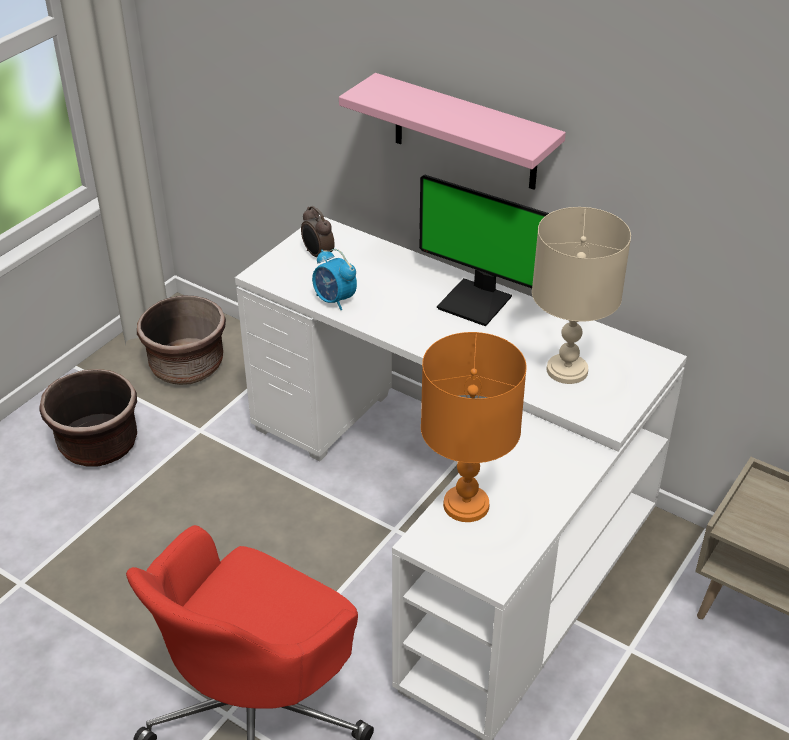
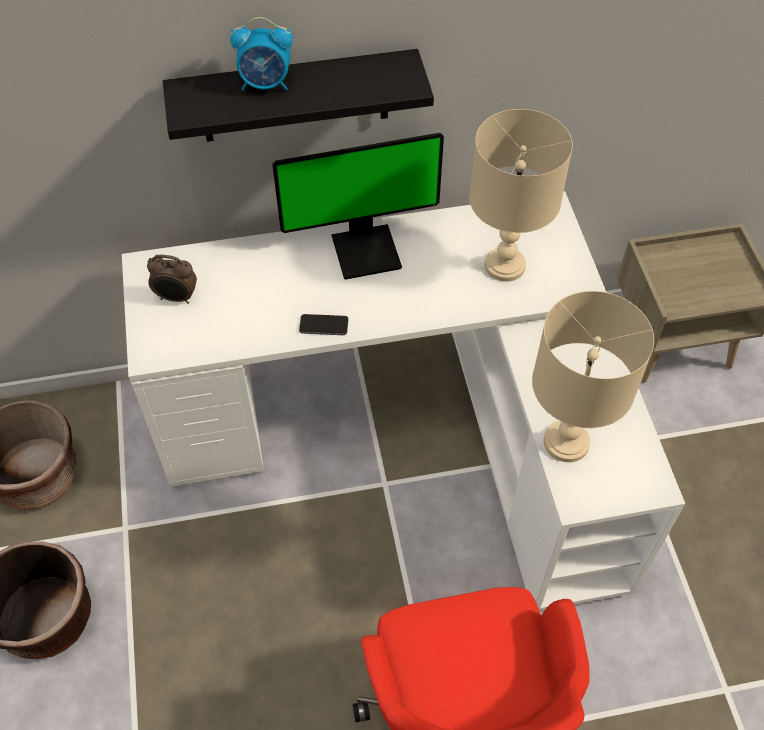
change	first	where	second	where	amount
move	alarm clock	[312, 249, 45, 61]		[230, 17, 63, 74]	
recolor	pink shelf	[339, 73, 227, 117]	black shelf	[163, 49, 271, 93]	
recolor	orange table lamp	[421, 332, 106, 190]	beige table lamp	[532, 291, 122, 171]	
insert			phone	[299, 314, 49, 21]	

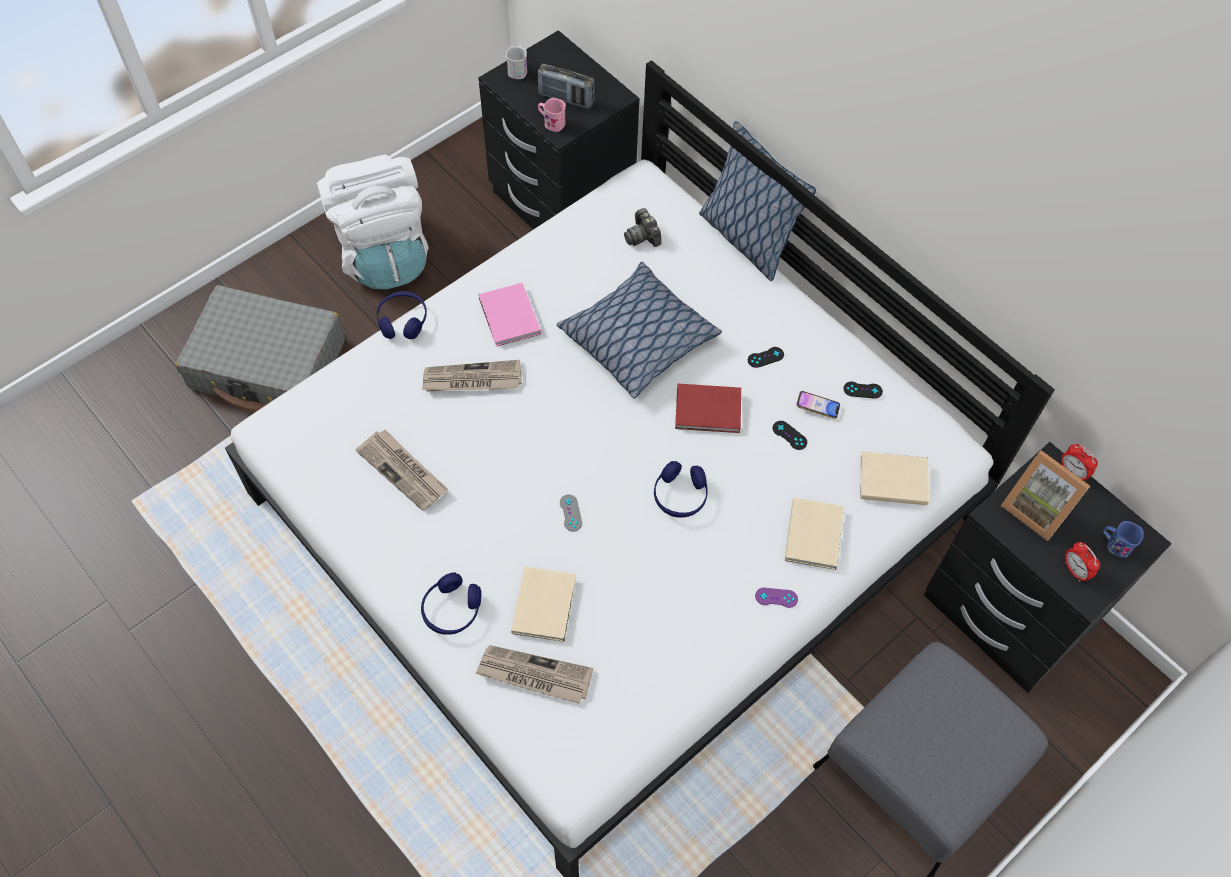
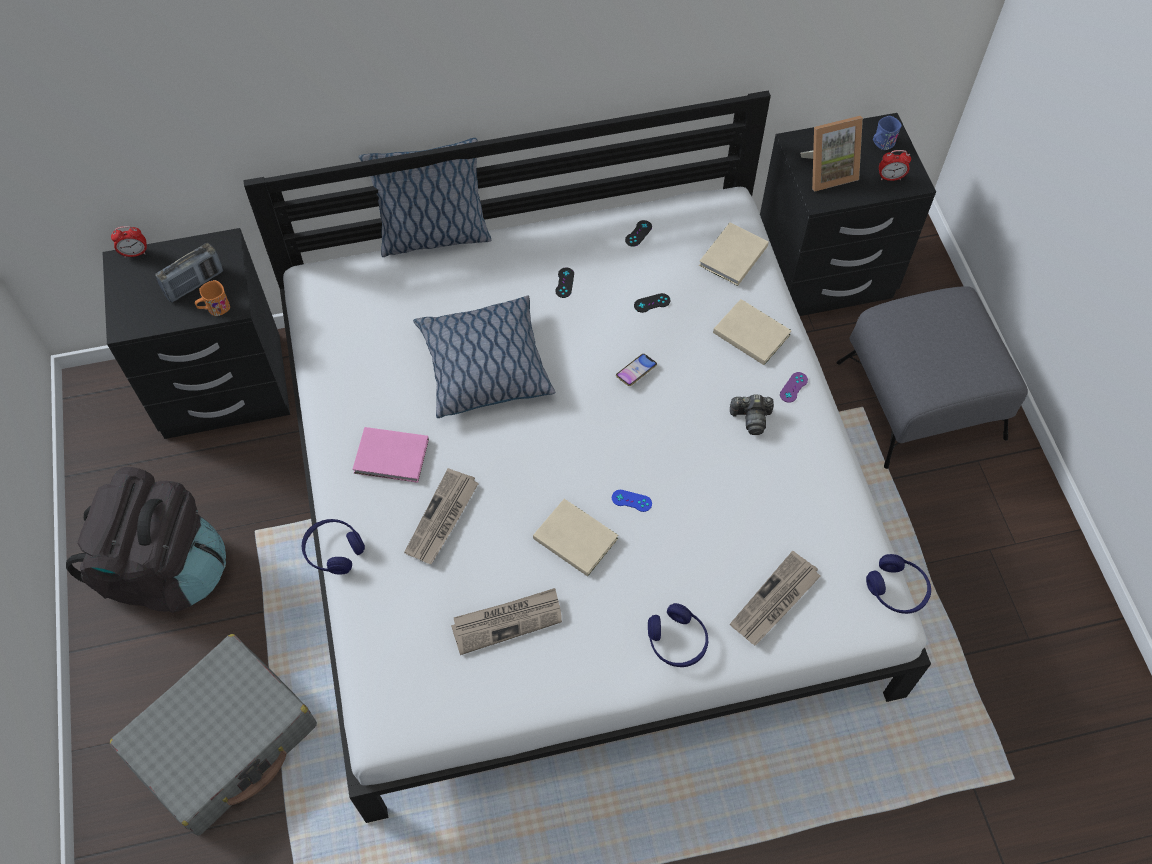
change	first	where	second	where	amount
recolor	white backpack	[317, 154, 112, 135]	black backpack	[66, 467, 160, 146]	
delete	white mug	[506, 46, 21, 33]			
move	beige book	[511, 567, 65, 75]		[533, 499, 85, 77]	
recolor	pink mug	[538, 98, 28, 34]	orange mug	[195, 280, 35, 36]	
recolor	grey game controller	[560, 494, 22, 38]	blue game controller	[612, 490, 40, 22]	
move	photo camera	[624, 208, 37, 39]		[730, 395, 44, 40]	
move	blue headphones	[654, 461, 54, 57]		[866, 554, 65, 60]	
delete	red book	[675, 384, 66, 49]			
move	phone	[796, 391, 44, 28]		[616, 354, 41, 32]	
move	alarm clock	[1061, 444, 37, 37]		[111, 226, 36, 31]	

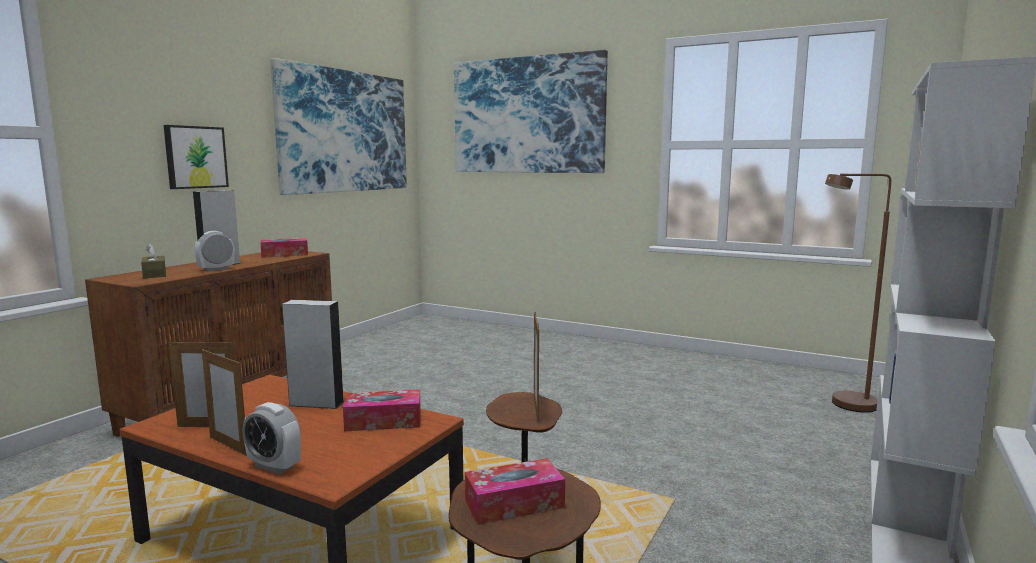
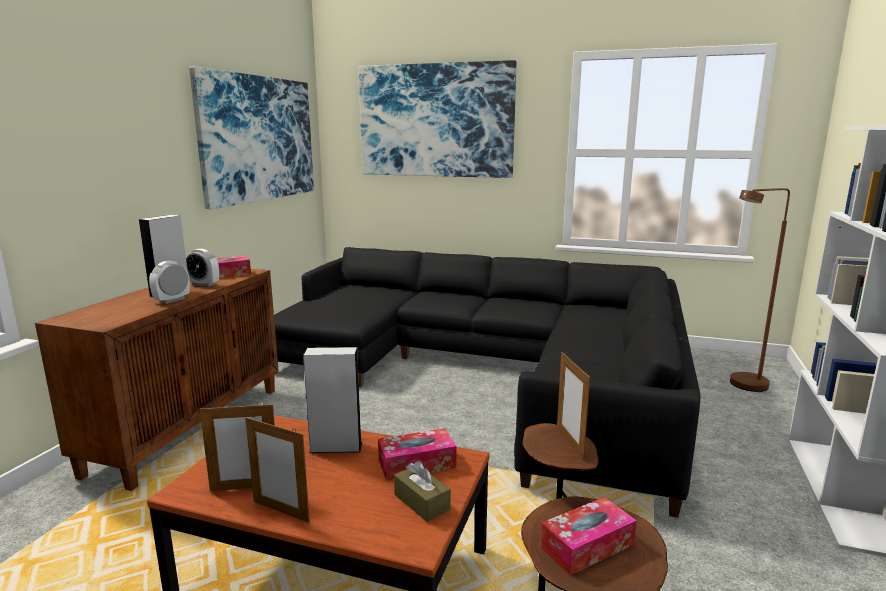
change	first	where	second	where	amount
move	brown tissue box	[141, 243, 25, 35]		[394, 461, 57, 61]	
delete	picture	[164, 125, 65, 64]			
move	alarm clock	[243, 402, 58, 72]		[186, 249, 33, 38]	
insert			black sofa	[274, 247, 426, 271]	

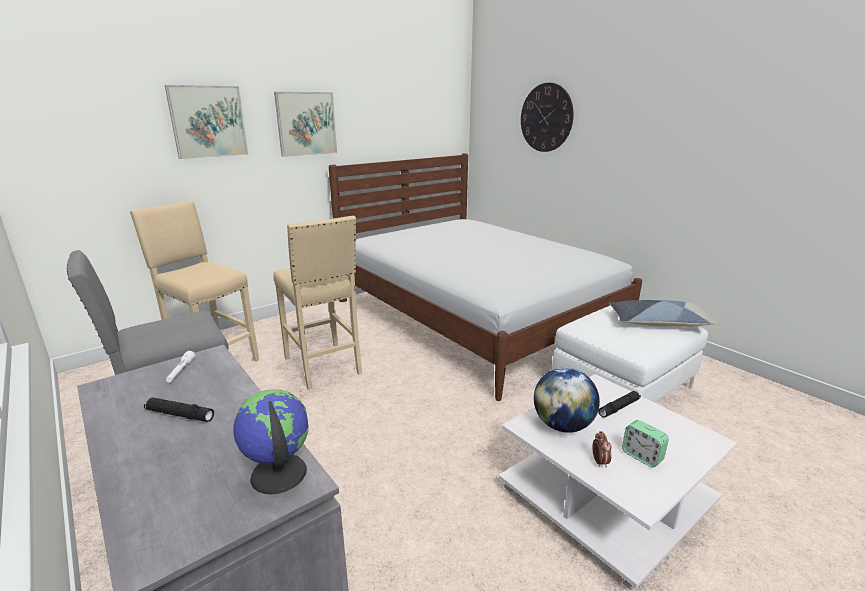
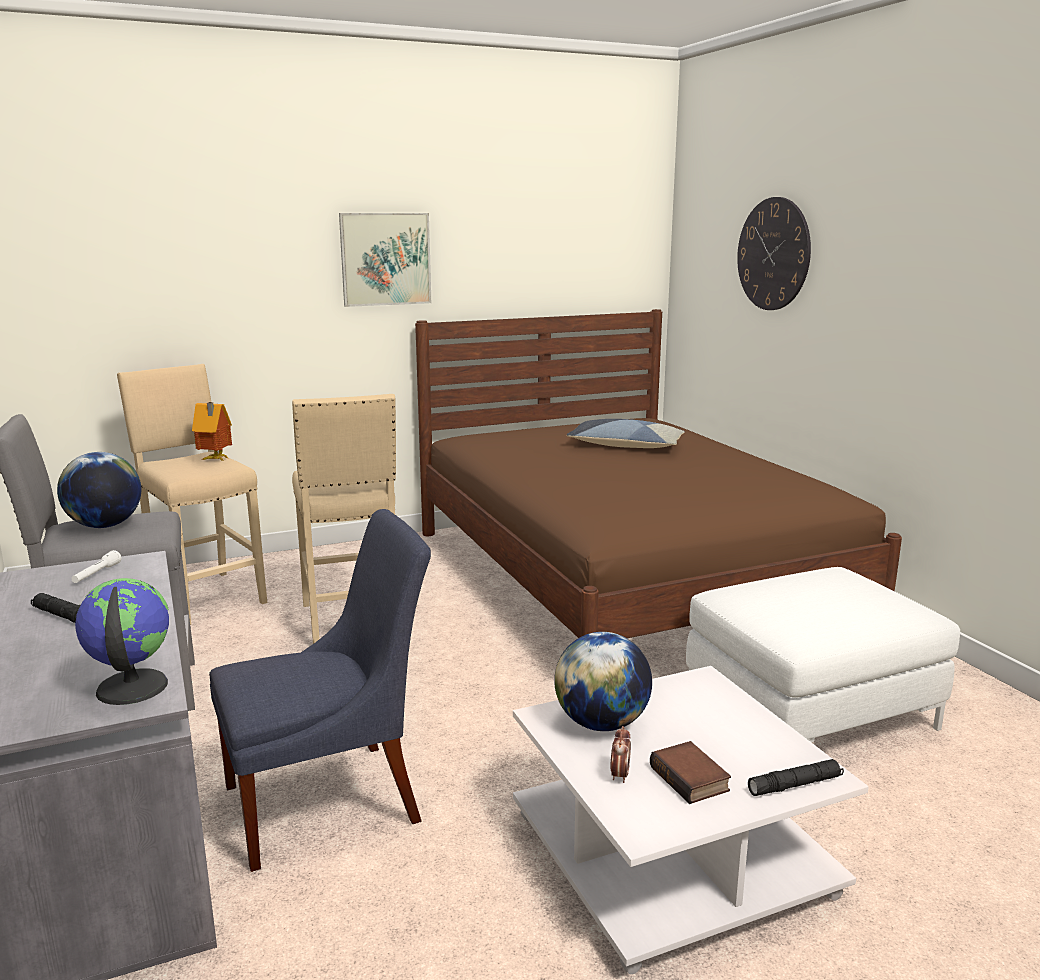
change	first	where	second	where	amount
delete	picture	[165, 85, 83, 74]			
recolor	white bed	[329, 153, 313, 248]	brown bed	[415, 309, 487, 329]	
move	black flashlight	[598, 391, 43, 27]		[748, 759, 96, 37]	
move	pillow	[609, 300, 110, 27]		[567, 419, 118, 29]	
replace	alarm clock	[622, 420, 47, 48]	book	[650, 741, 81, 63]	
insert			globe	[57, 452, 84, 76]	
insert			toy house	[192, 402, 40, 59]	
insert			blue chair	[209, 509, 222, 363]	

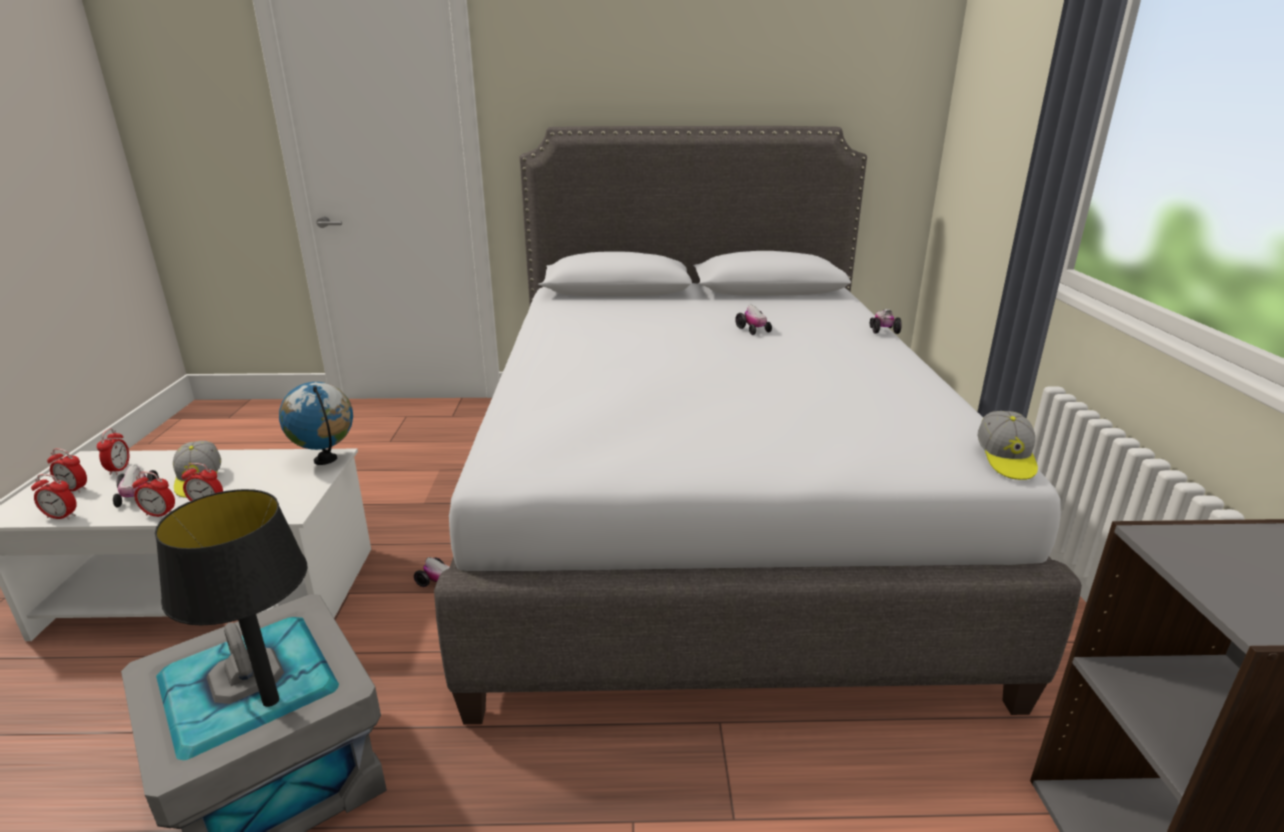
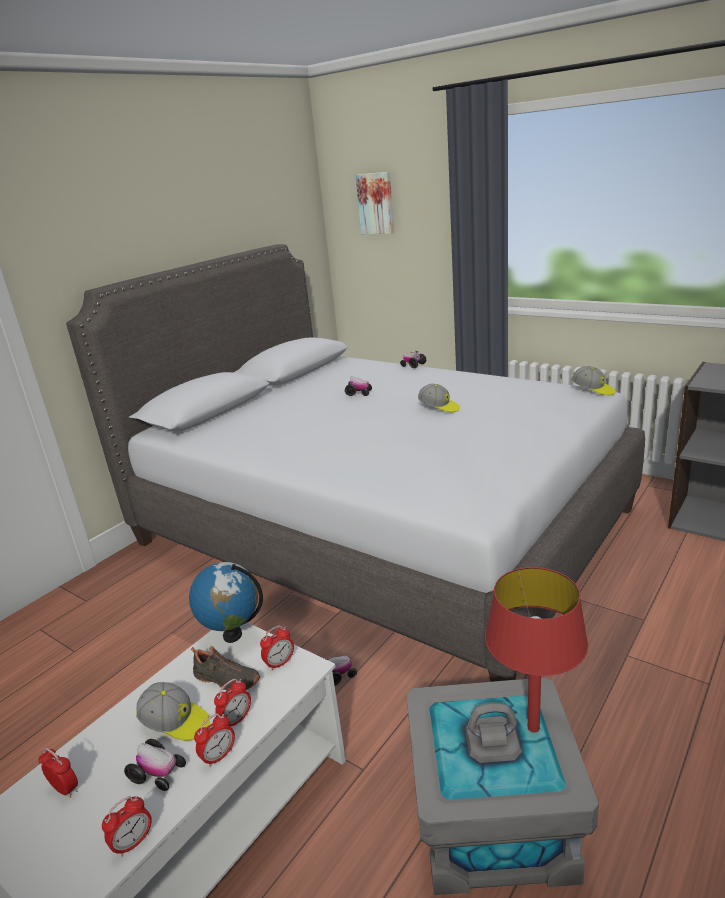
change	first	where	second	where	amount
move	alarm clock	[47, 448, 40, 45]		[260, 625, 34, 46]	
recolor	black table lamp	[155, 489, 153, 218]	red table lamp	[485, 567, 103, 166]	
insert			black shoe	[191, 645, 69, 46]	
insert			picture	[356, 172, 38, 62]	
insert			cap	[418, 384, 42, 28]	

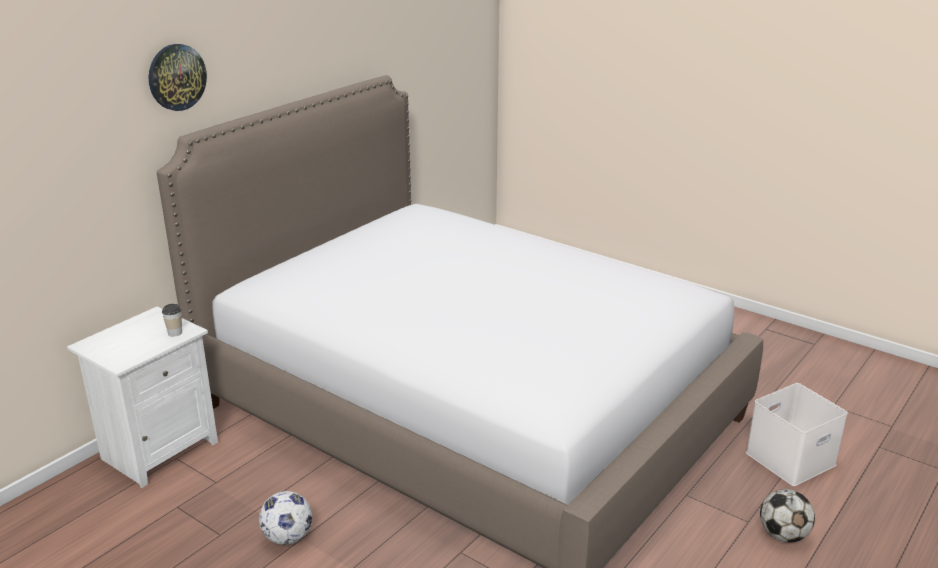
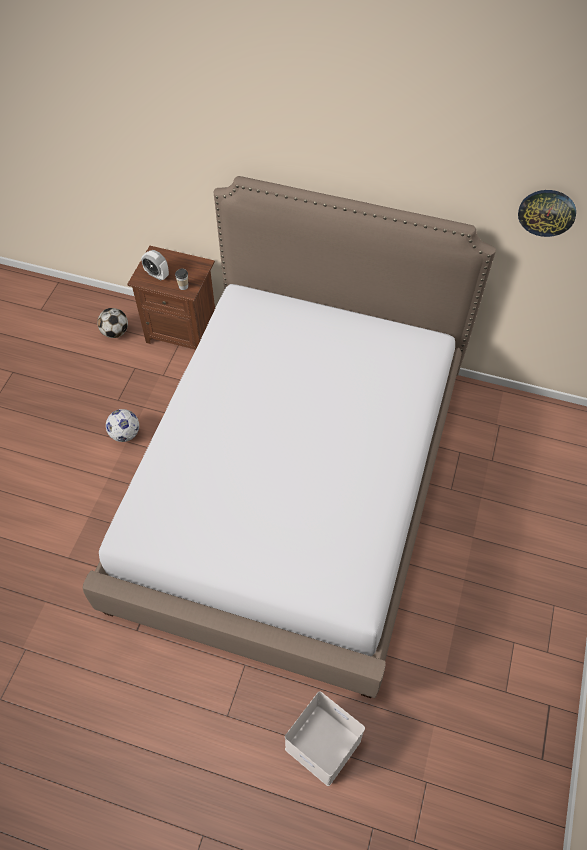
change	first	where	second	where	amount
recolor	white nightstand	[67, 307, 151, 181]	brown nightstand	[127, 246, 88, 104]	
move	wall clock	[149, 44, 58, 67]		[518, 190, 58, 47]	
move	football	[760, 489, 55, 54]		[97, 308, 31, 30]	
insert			alarm clock	[141, 250, 28, 31]	

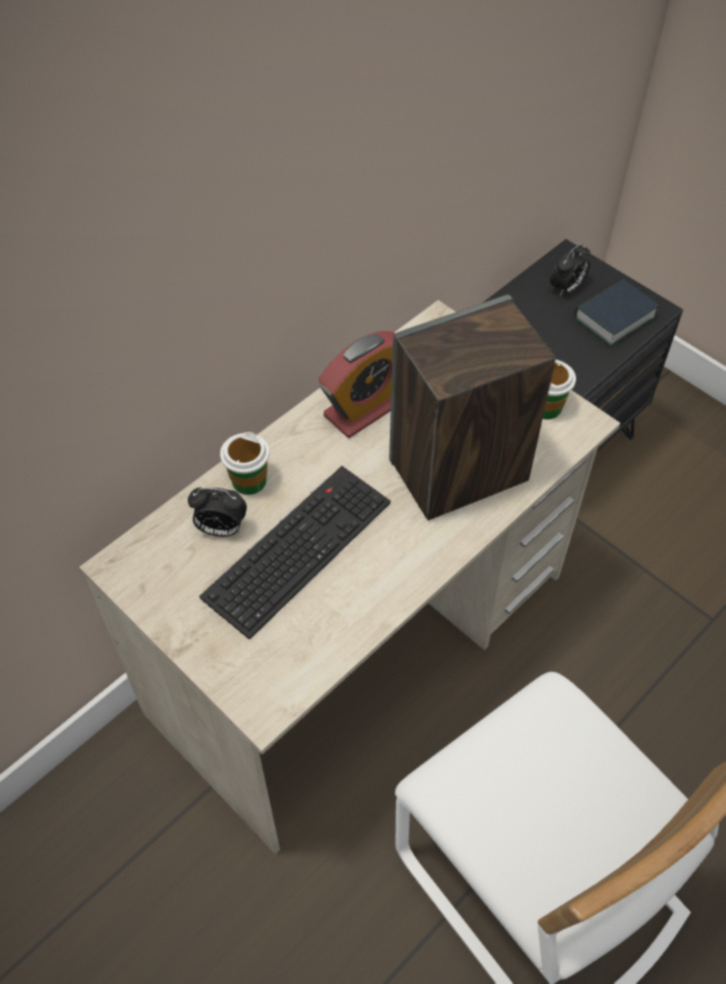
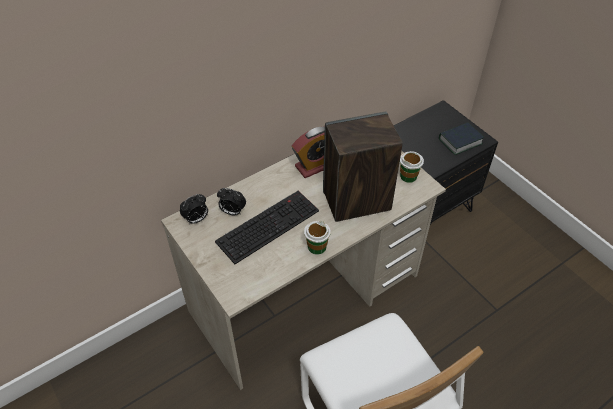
change	first	where	second	where	amount
move	cup	[220, 432, 49, 63]		[304, 221, 27, 34]	
move	alarm clock	[550, 243, 40, 53]		[180, 194, 28, 31]	

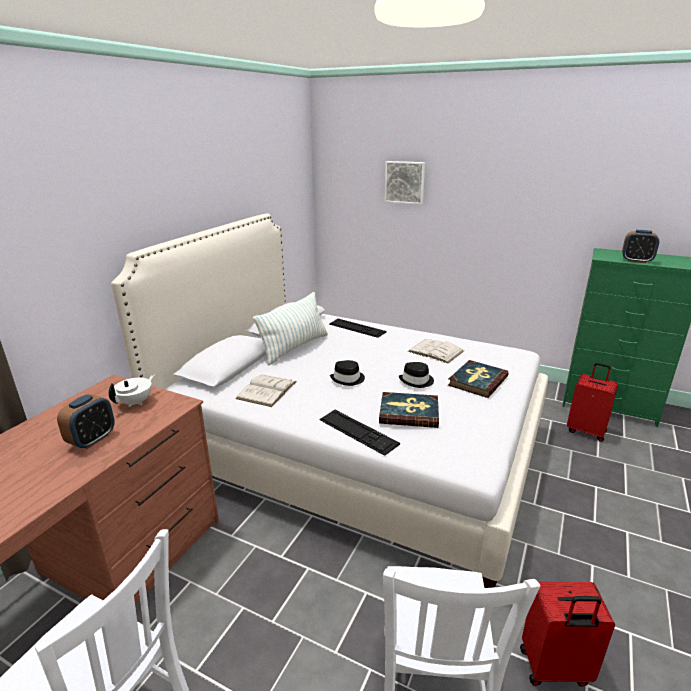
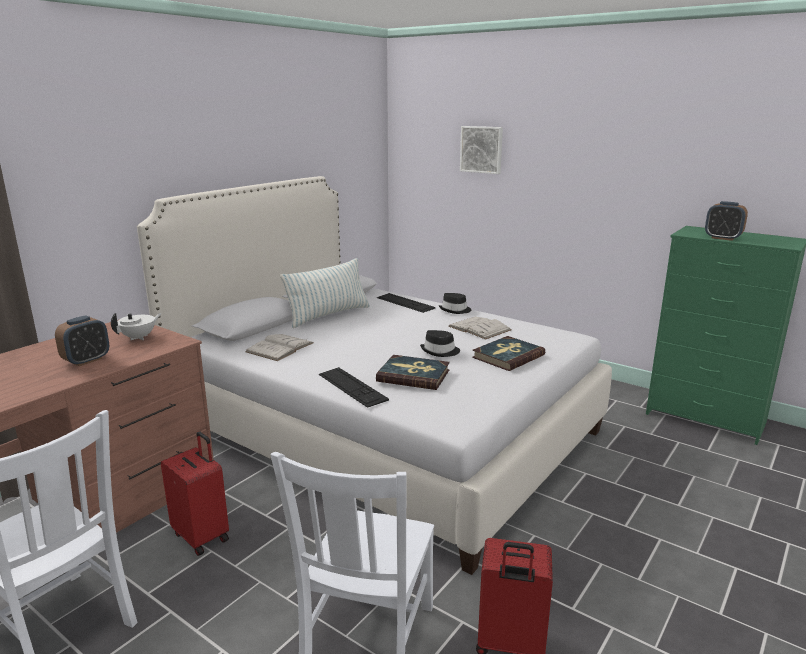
change	first	where	second	where	amount
move	black hat	[330, 360, 35, 26]		[439, 293, 32, 21]	
move	red suitcase	[567, 363, 51, 79]		[161, 431, 68, 125]	

